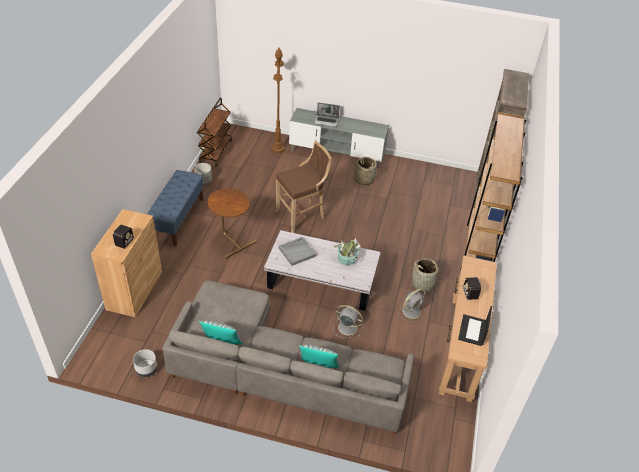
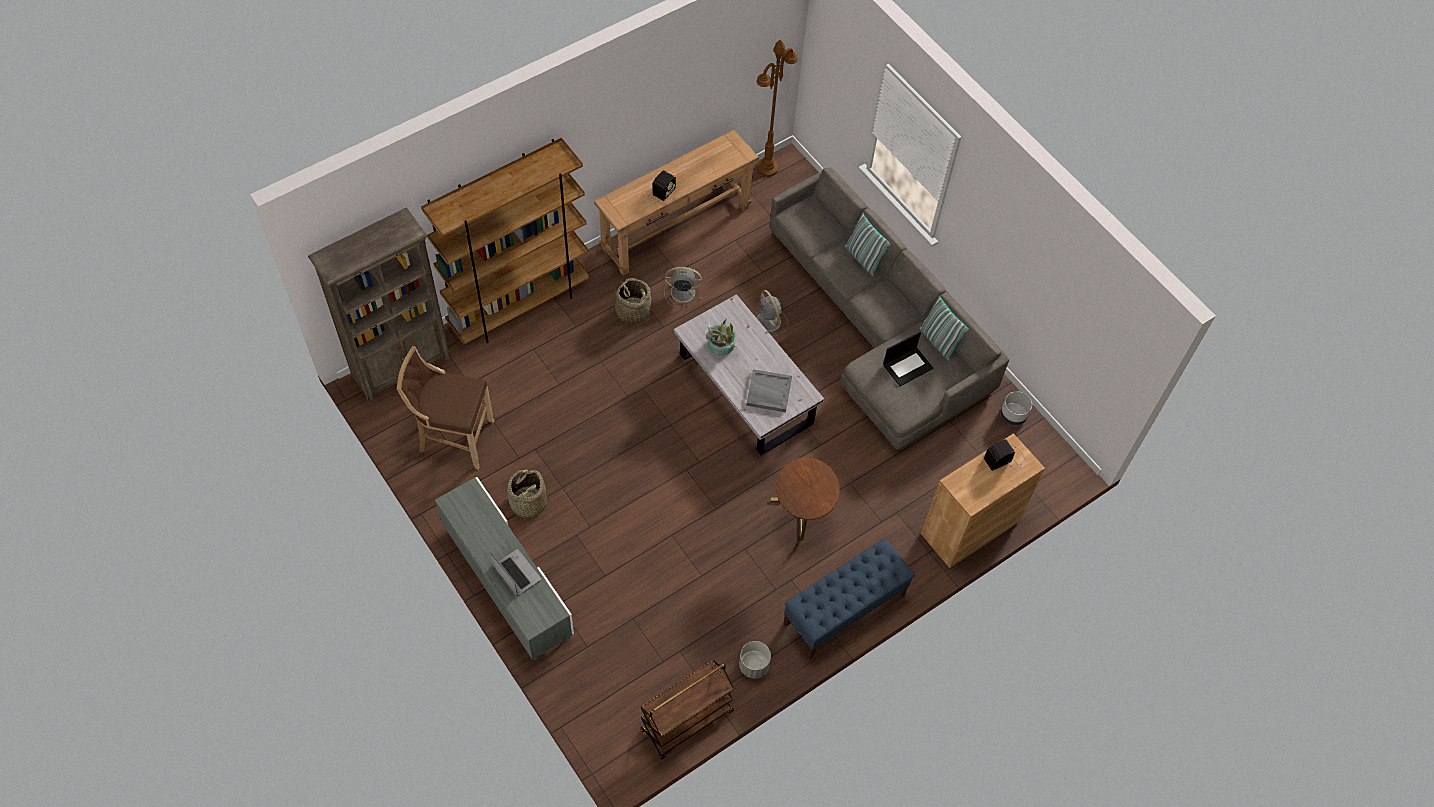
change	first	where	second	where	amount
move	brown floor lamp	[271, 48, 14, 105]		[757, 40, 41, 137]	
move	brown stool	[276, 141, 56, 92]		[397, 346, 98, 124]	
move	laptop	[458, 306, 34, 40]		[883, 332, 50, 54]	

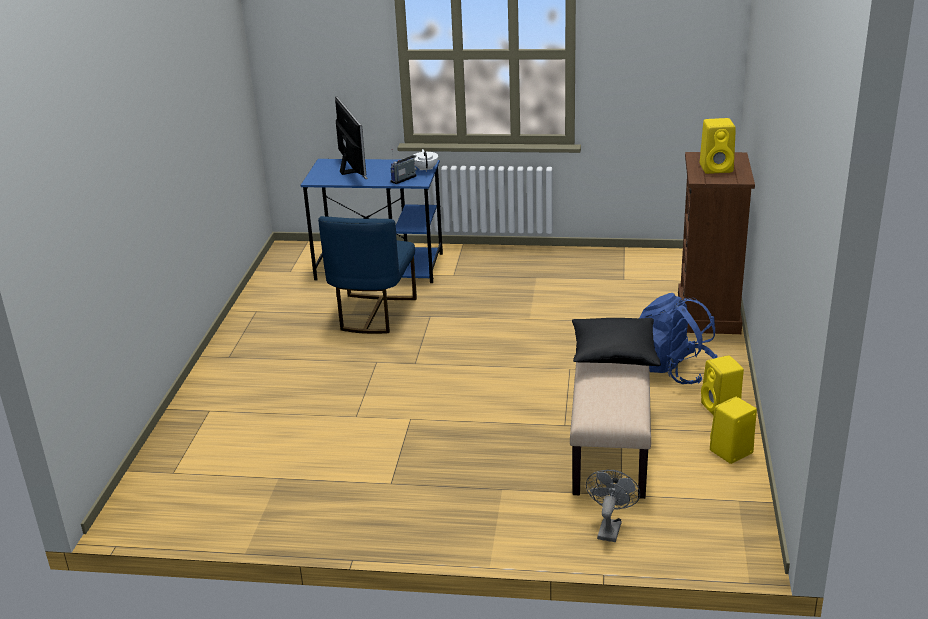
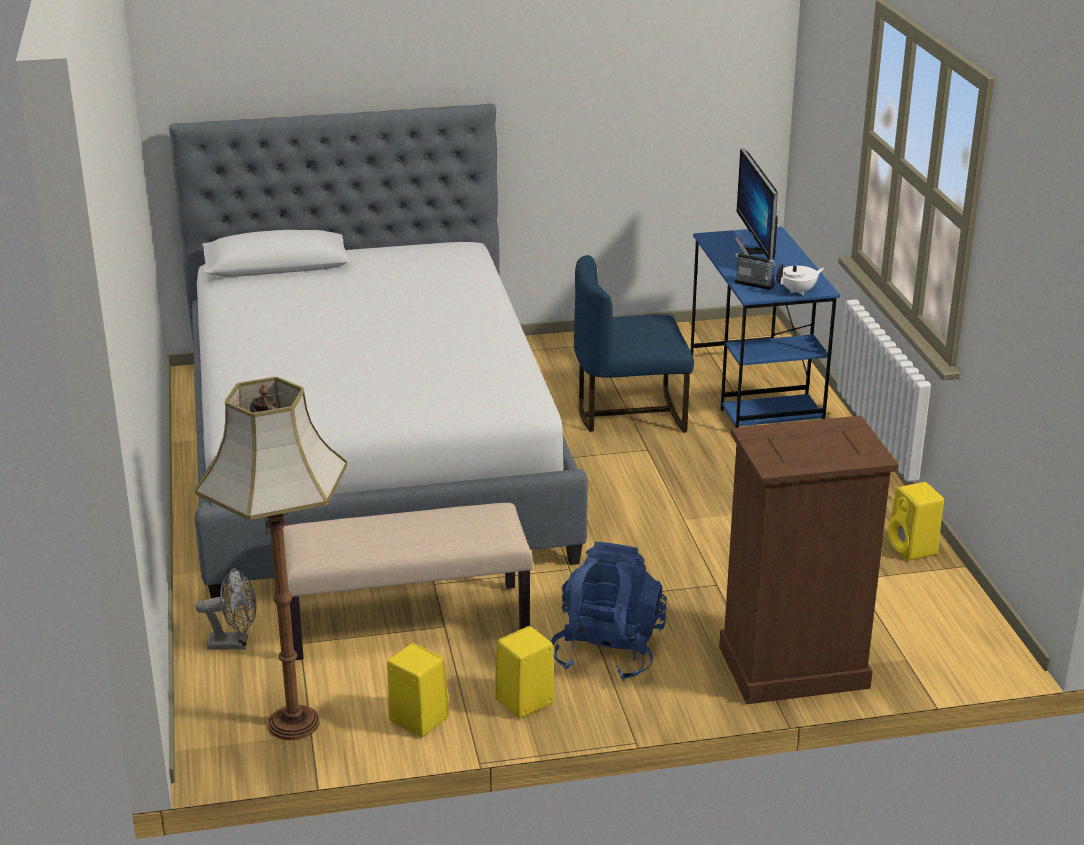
change	first	where	second	where	amount
rotate	monitor	[335, 97, 33, 82]		[735, 148, 43, 112]	120 degrees clockwise
delete	black pillow	[572, 318, 89, 48]			
move	yellow speaker	[700, 118, 36, 56]		[888, 482, 56, 79]	
insert			bed	[169, 103, 419, 495]	
insert			floor lamp	[195, 377, 152, 363]	

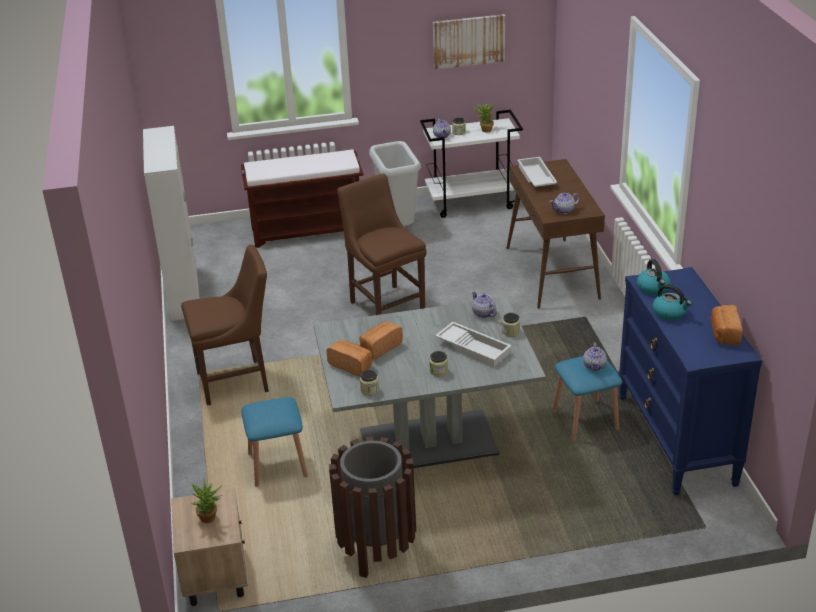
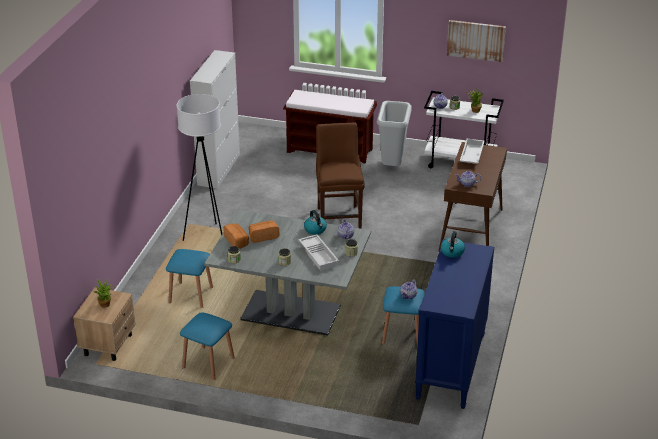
change	first	where	second	where	amount
replace	brown chair	[181, 245, 88, 161]	white floor lamp	[177, 94, 45, 147]	
replace	brown trash can	[329, 437, 87, 141]	blue stool	[180, 312, 55, 68]	
move	kettle	[652, 284, 40, 37]		[304, 210, 23, 25]	
delete	bread	[711, 305, 31, 40]			

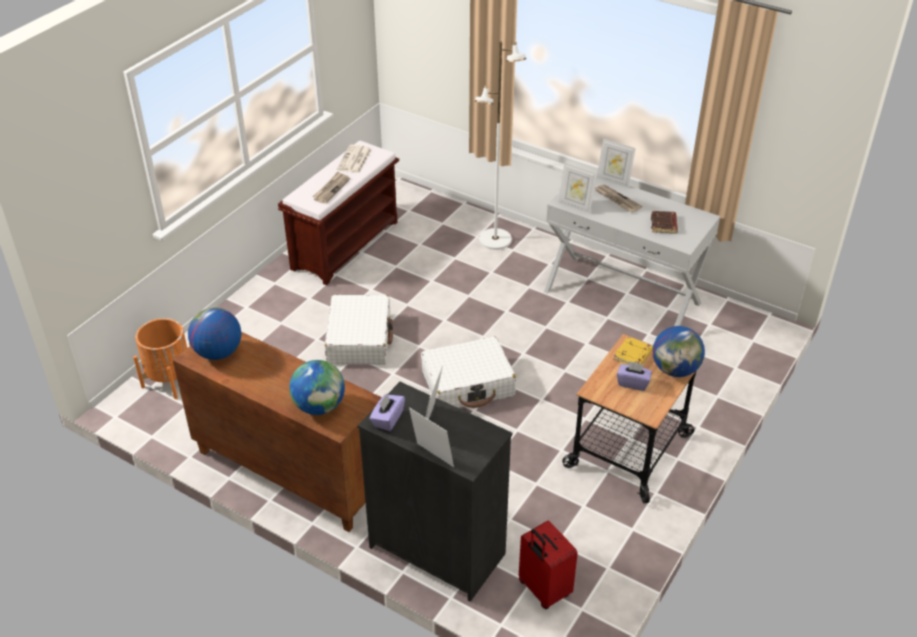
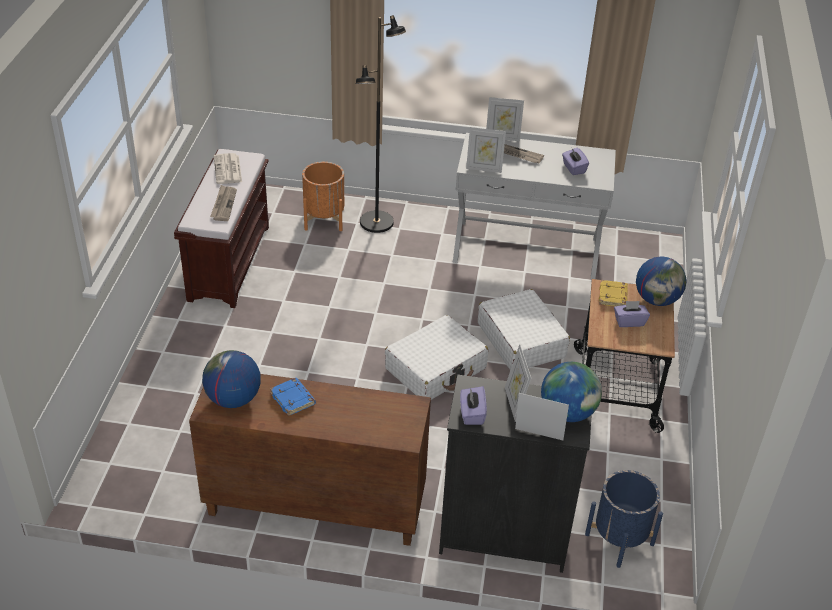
change	first	where	second	where	amount
move	orange planter	[133, 318, 57, 81]		[302, 162, 42, 69]	
move	globe	[289, 360, 56, 55]		[541, 362, 61, 60]	
move	white suitcase	[325, 295, 68, 70]		[478, 289, 92, 81]	
recolor	white floor lamp	[474, 41, 52, 209]	black floor lamp	[356, 15, 50, 218]	
replace	red suitcase	[519, 520, 59, 89]	blue planter	[585, 470, 78, 98]	
replace	brown book	[651, 211, 27, 22]	purple tissue box	[562, 148, 27, 27]	
insert			blue book	[270, 378, 46, 38]	

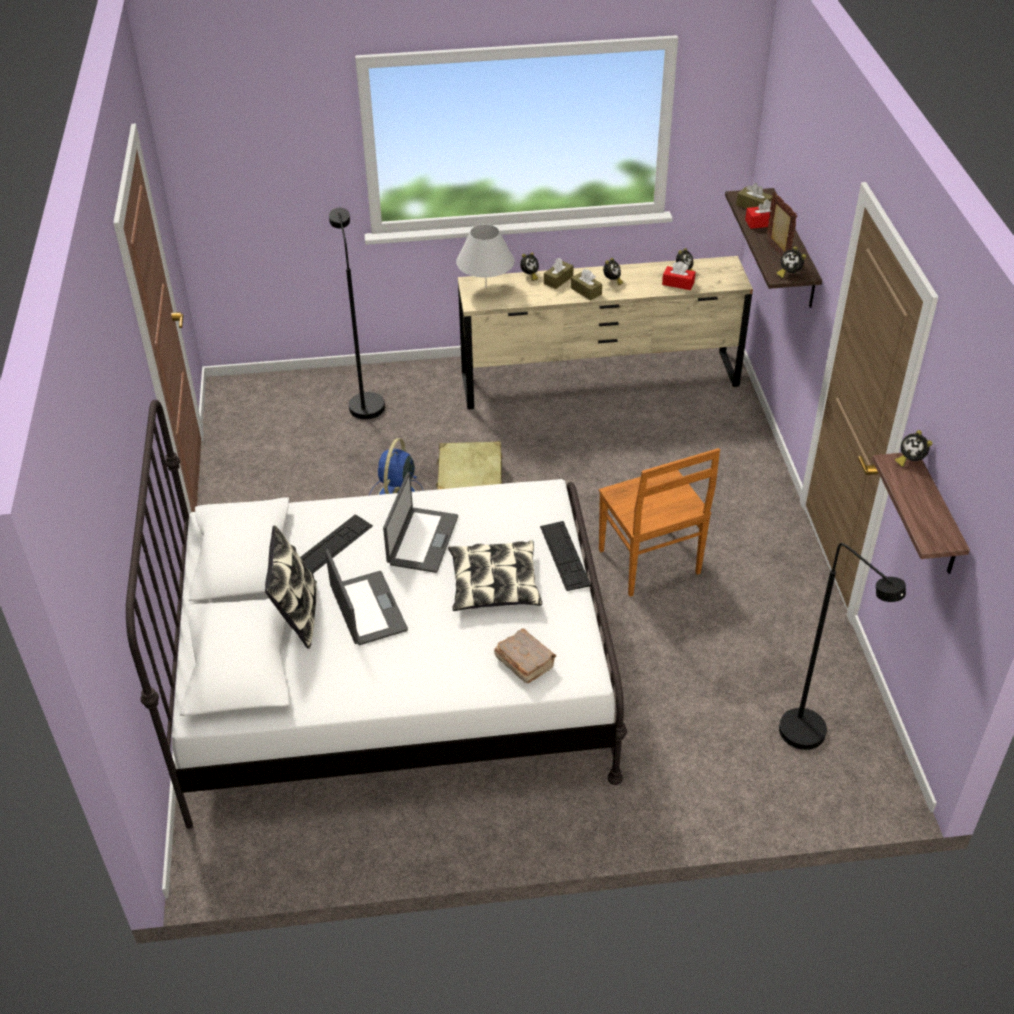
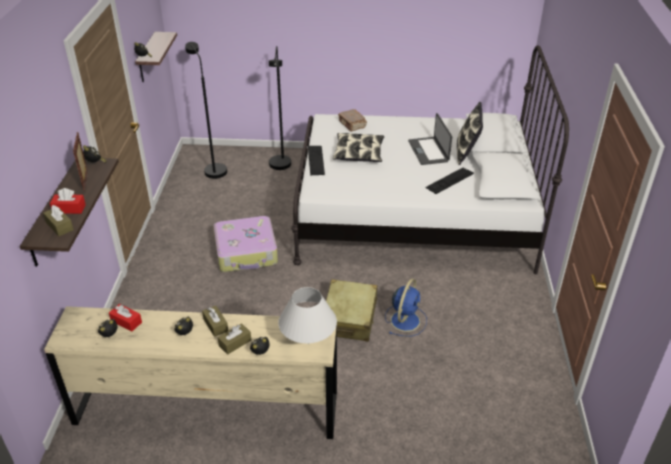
change	first	where	second	where	amount
move	black floor lamp	[329, 208, 56, 211]		[269, 46, 22, 124]	
delete	laptop	[383, 472, 75, 101]			
replace	brown chair	[599, 448, 121, 149]	suitcase	[213, 216, 65, 56]	

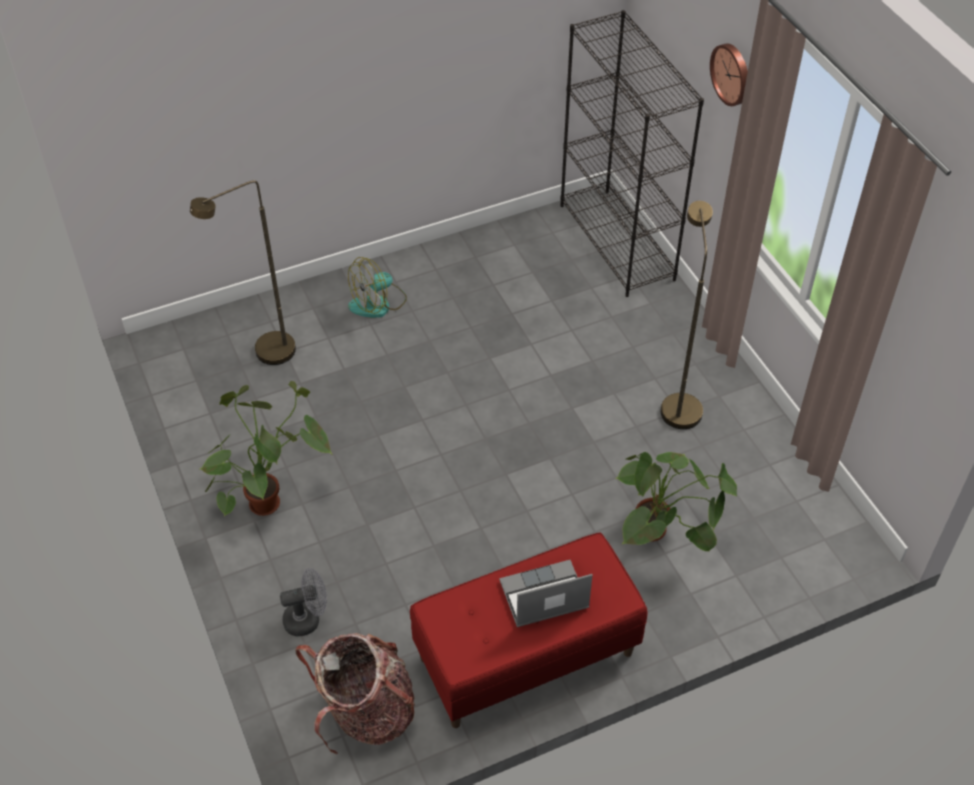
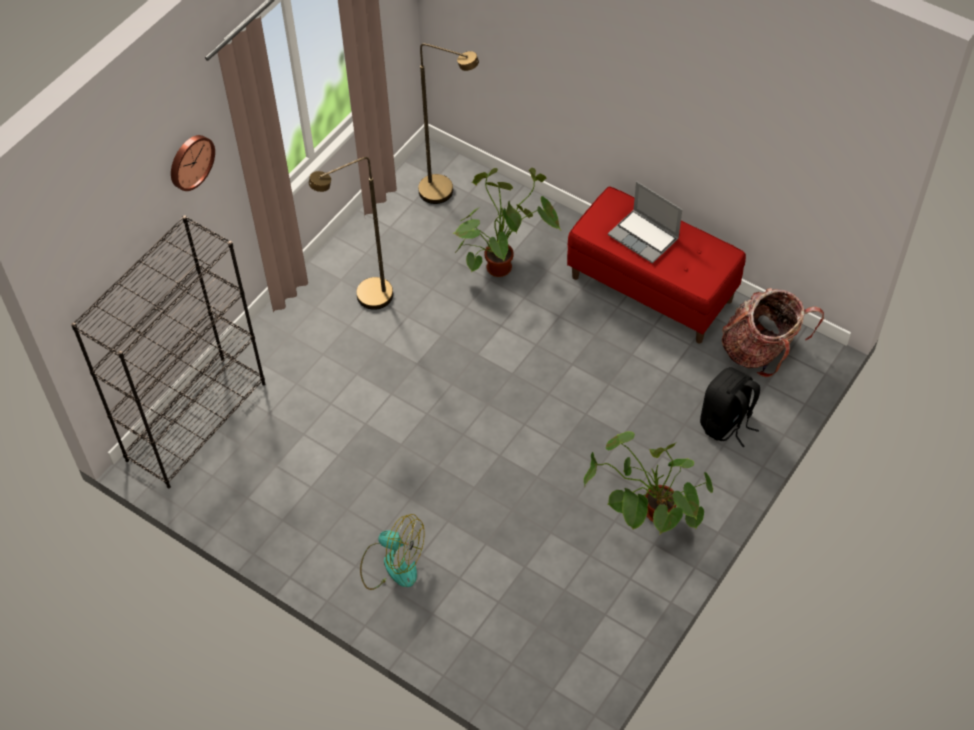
change	first	where	second	where	amount
move	brown floor lamp	[190, 180, 106, 185]		[418, 43, 61, 161]	
replace	grey fan	[280, 568, 47, 69]	black backpack	[700, 367, 60, 80]	

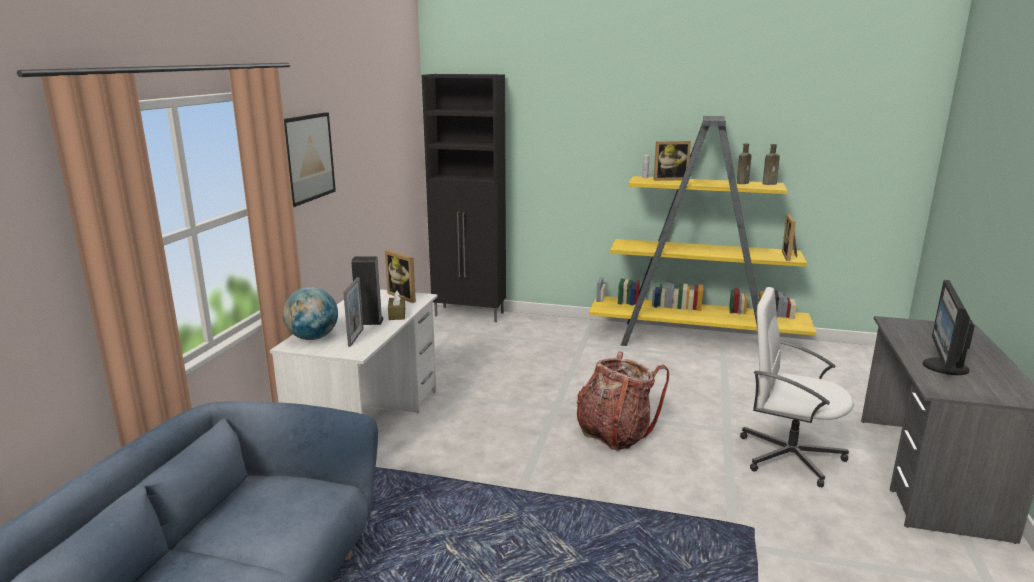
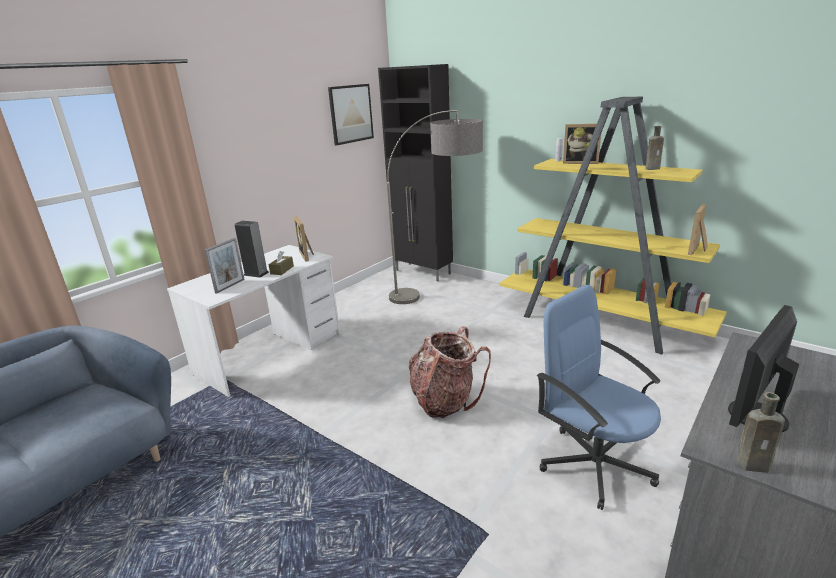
change	first	where	second	where	amount
delete	globe	[283, 287, 55, 53]			
move	picture	[284, 112, 52, 95]		[328, 84, 46, 61]	
recolor	white office chair	[740, 287, 114, 200]	blue office chair	[537, 285, 124, 225]	
move	brown bottle	[763, 144, 17, 41]		[736, 392, 49, 81]	
insert			floor lamp	[387, 110, 96, 194]	

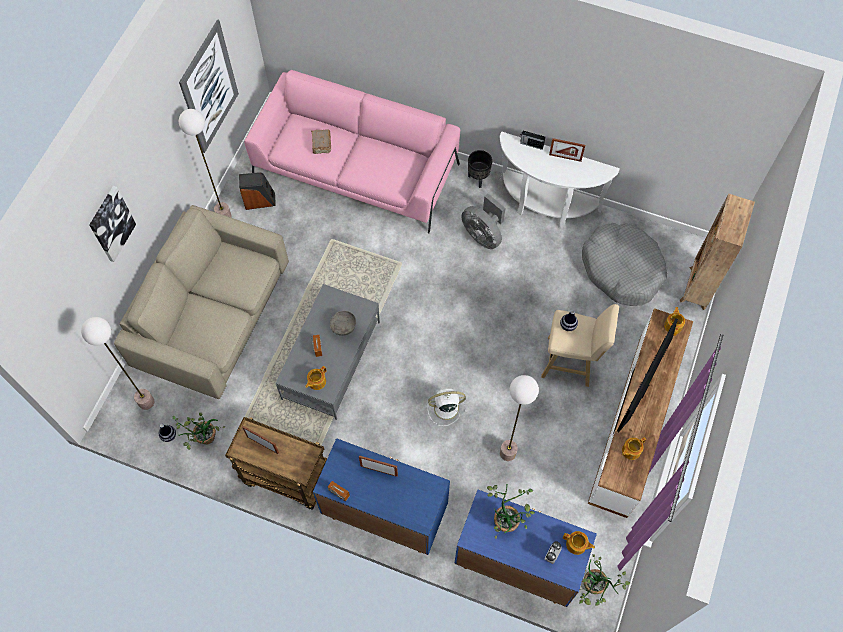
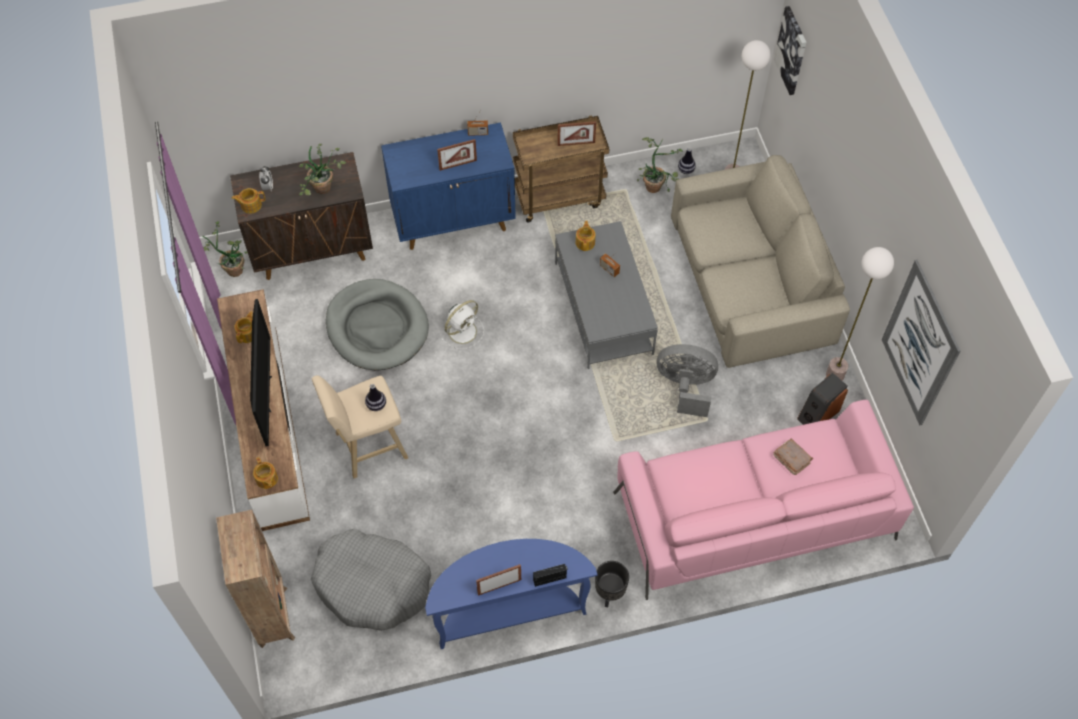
change	first	where	second	where	amount
move	picture	[89, 186, 47, 76]		[774, 6, 32, 89]	
delete	grey bowl	[330, 311, 26, 25]			
recolor	blue cabinet	[454, 490, 143, 117]	brown cabinet	[230, 152, 143, 128]	
move	grey fan	[461, 194, 45, 55]		[657, 344, 61, 73]	
recolor	white console table	[500, 132, 120, 96]	blue console table	[425, 539, 173, 110]	
replace	floor lamp	[500, 375, 39, 86]	grey dog bed	[326, 279, 103, 91]	

